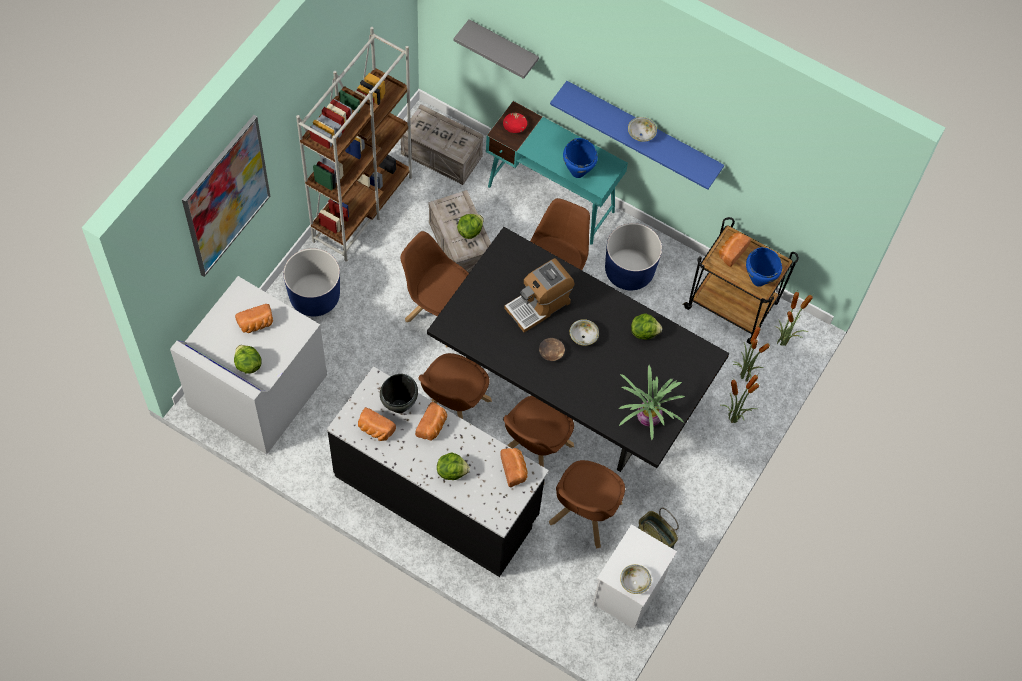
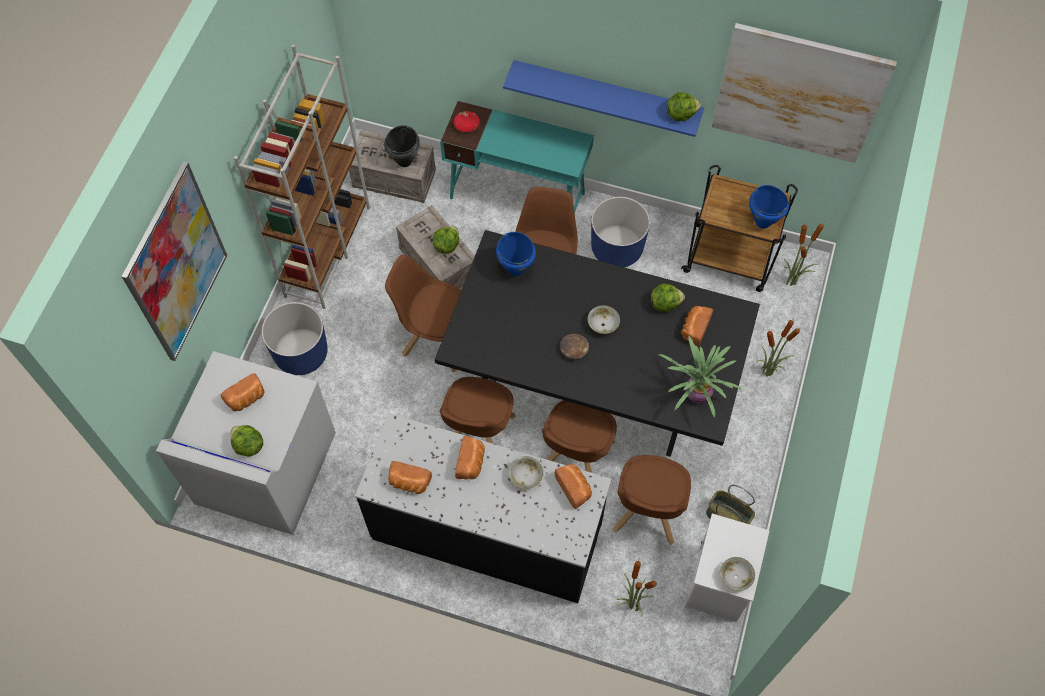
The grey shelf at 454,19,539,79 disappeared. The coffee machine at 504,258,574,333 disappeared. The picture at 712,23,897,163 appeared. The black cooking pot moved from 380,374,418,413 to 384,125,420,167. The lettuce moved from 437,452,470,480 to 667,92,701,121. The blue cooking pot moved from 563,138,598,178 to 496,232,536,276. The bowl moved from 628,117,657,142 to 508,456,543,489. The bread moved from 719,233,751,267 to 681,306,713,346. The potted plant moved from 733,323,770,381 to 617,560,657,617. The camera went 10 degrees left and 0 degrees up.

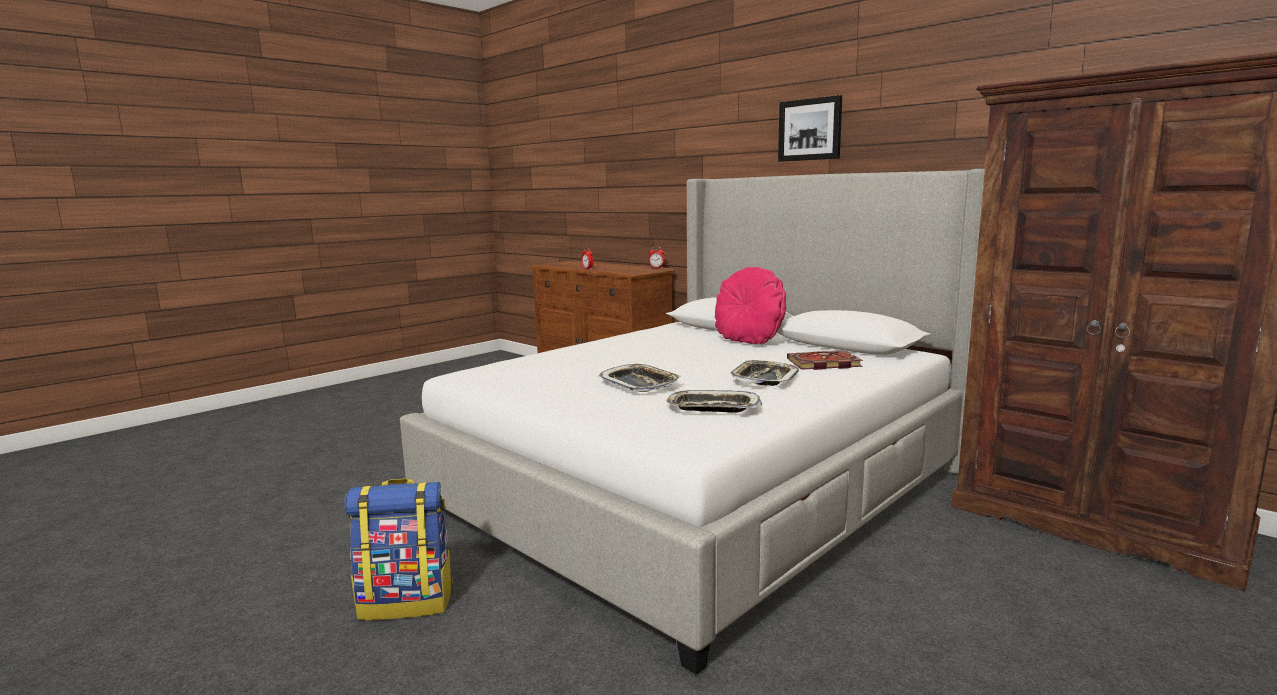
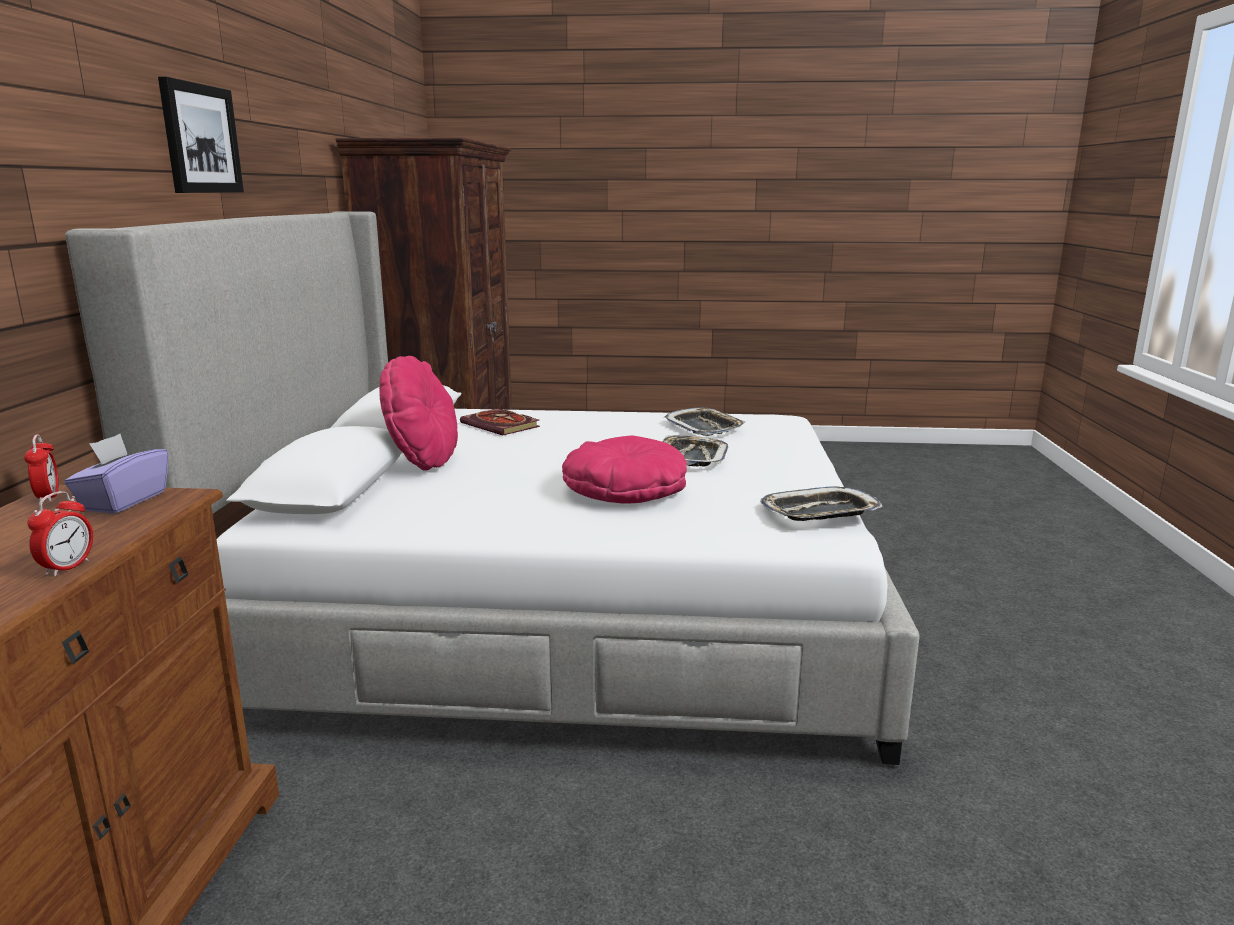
The backpack at 344,478,453,620 disappeared. The purple tissue box at 64,434,168,513 appeared. The pink pillow at 562,436,687,504 appeared. The tray moved from 731,360,799,386 to 760,486,882,521. The camera went 130 degrees left and 5 degrees up.

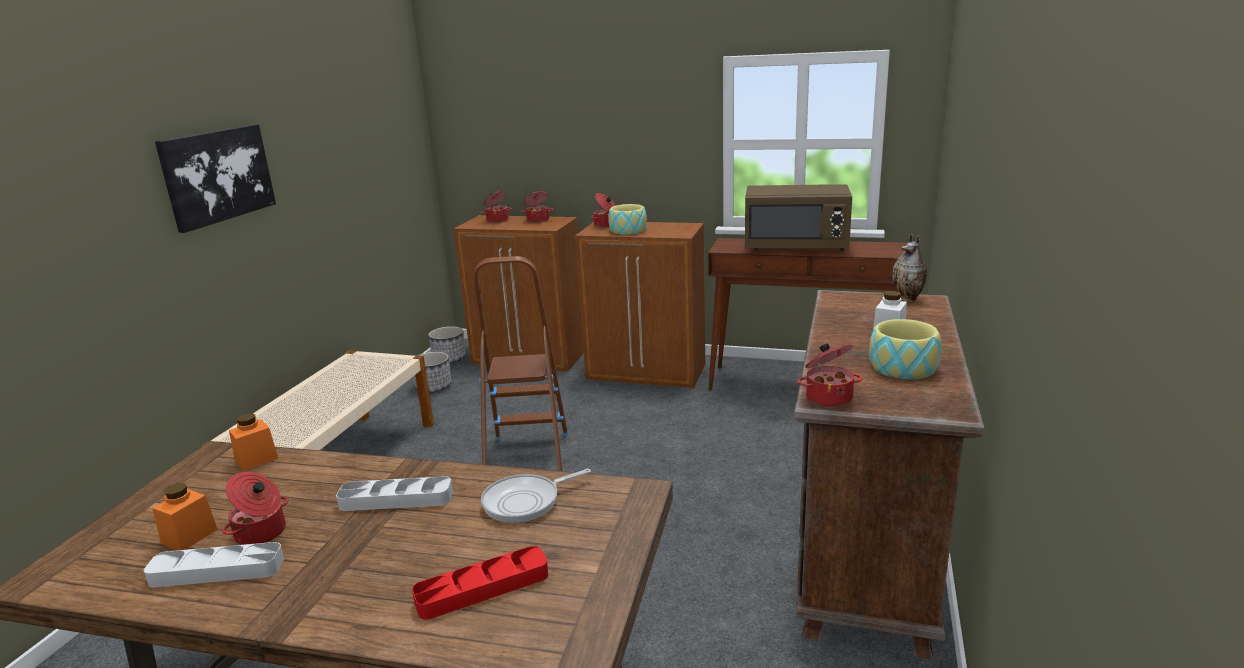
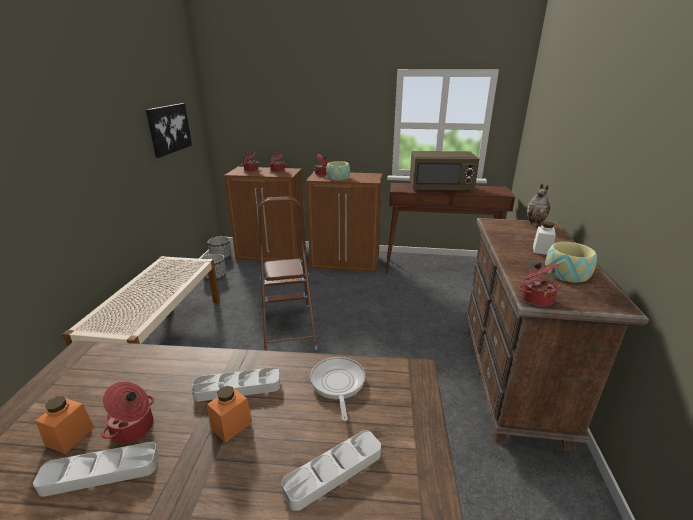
The picture moved from 155,124,276,233 to 146,103,192,158. The orange jar moved from 229,413,278,471 to 207,386,252,443. The red tray at 412,546,548,620 became the grey tray at 282,430,381,511. The frying pan at 481,469,591,523 turned 120 degrees clockwise. The camera went 10 degrees left and 5 degrees up.

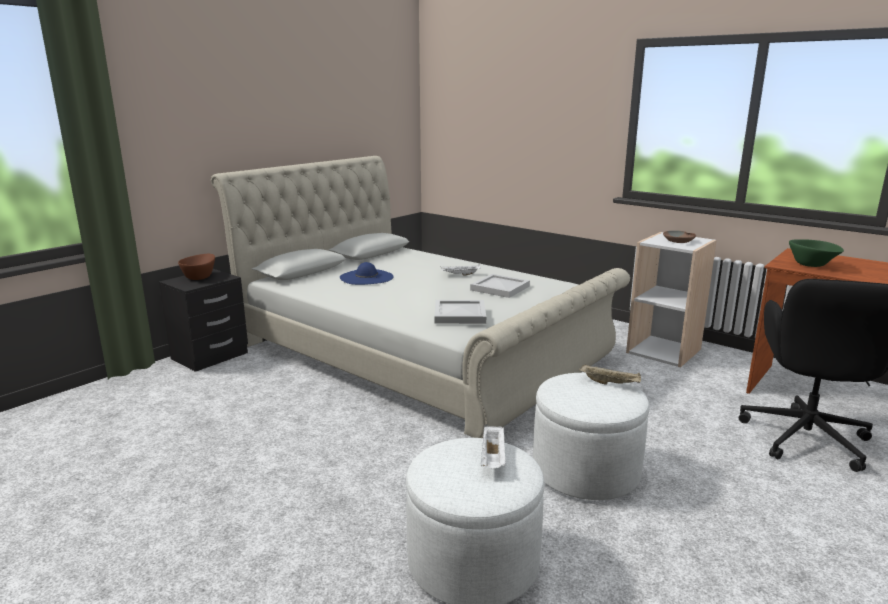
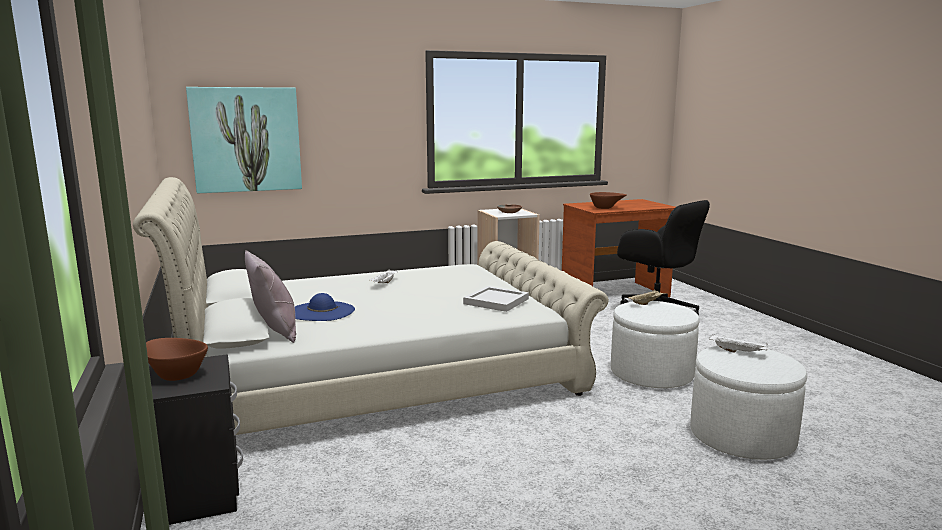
The white tray at 470,274,530,298 disappeared. The picture at 186,87,302,193 appeared. The purple pillow at 245,250,296,343 appeared. The green bowl at 789,239,844,267 became the brown bowl at 590,192,626,209. The camera went 60 degrees left and 5 degrees down.

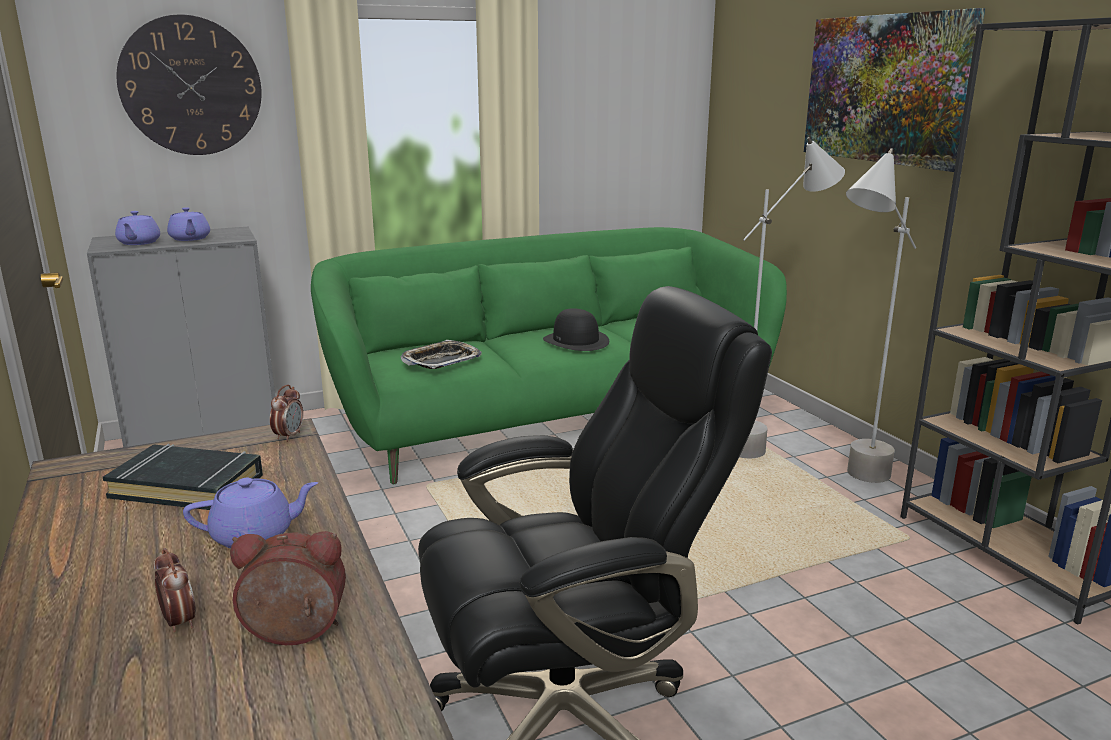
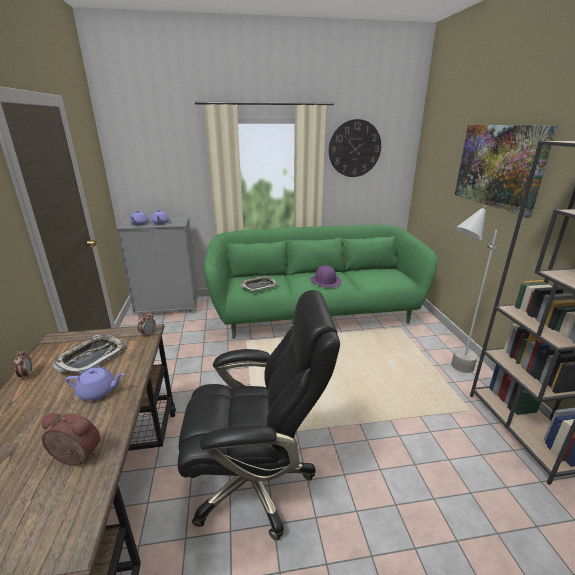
The grey floor lamp at 739,137,845,458 disappeared. The wall clock moved from 116,15,262,155 to 329,119,381,177. The alarm clock moved from 154,548,196,632 to 13,350,32,379. The black book at 103,444,263,510 was replaced by the tray at 53,335,125,373. The black hat at 543,308,609,351 became the purple hat at 310,265,341,288. The camera went 15 degrees right and 5 degrees up.

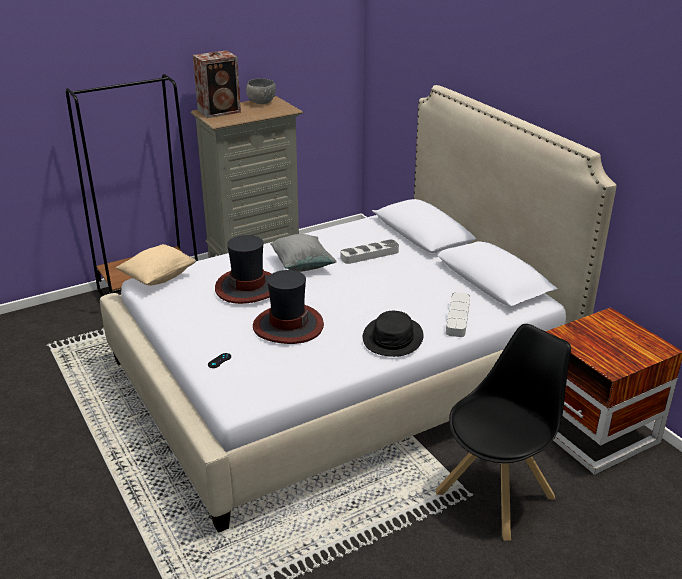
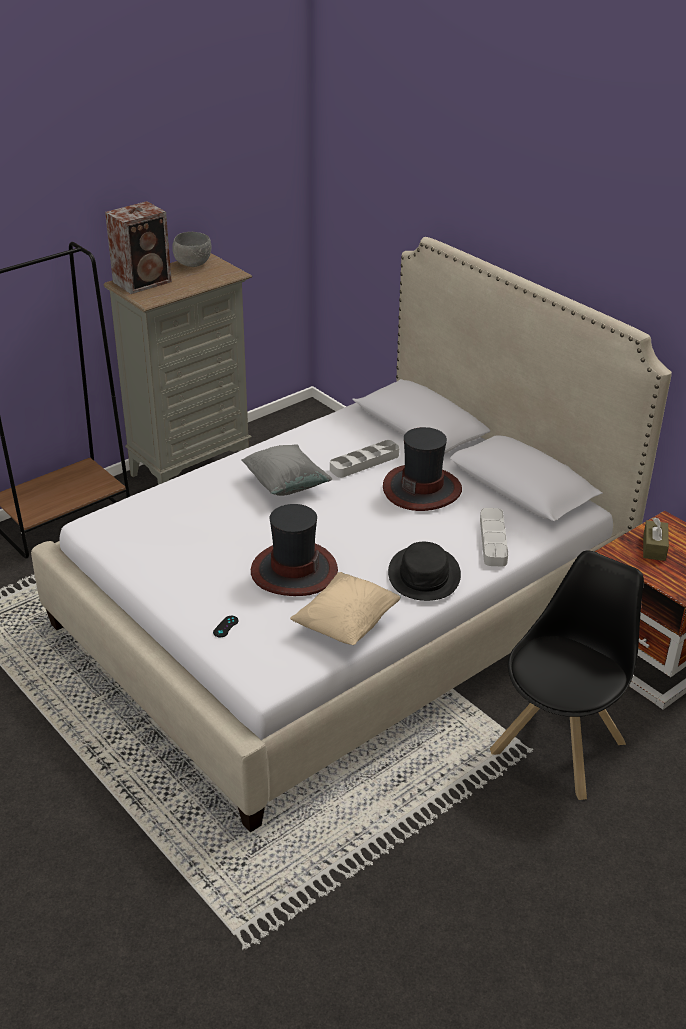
The brown tissue box at 643,518,669,561 appeared. The beige pillow moved from 116,244,196,285 to 290,572,401,645. The hat moved from 215,235,272,304 to 383,427,462,511. The camera went 10 degrees left and 5 degrees up.

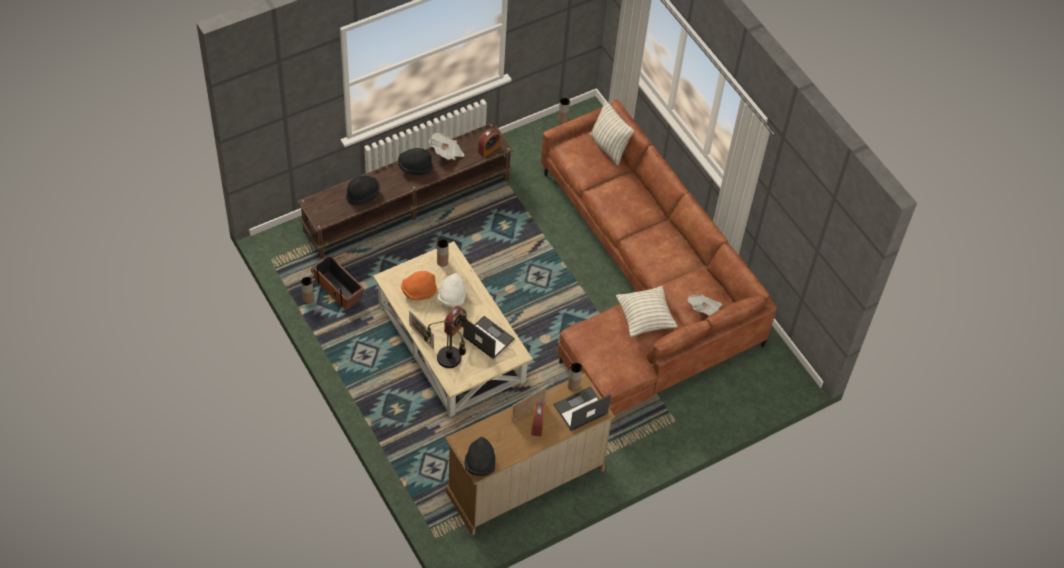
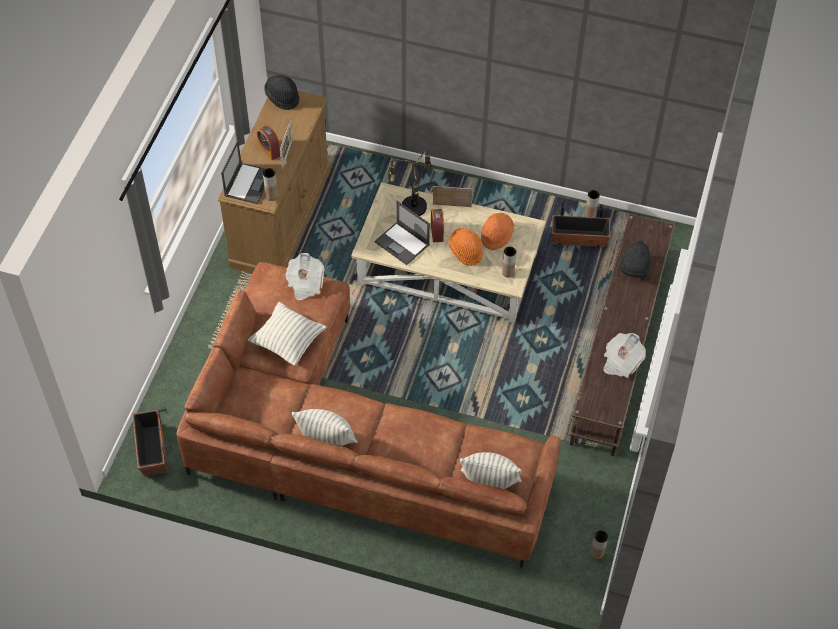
The black hat at 398,148,433,176 disappeared. The alarm clock at 478,128,500,157 disappeared. The planter at 132,409,171,477 appeared. The pillow at 292,409,358,446 appeared. The newspaper moved from 688,294,722,316 to 285,253,325,300. The white hat at 437,273,466,307 became the orange hat at 448,228,483,266. The laptop at 463,316,515,359 turned 45 degrees clockwise. The camera went 140 degrees right and 0 degrees up.

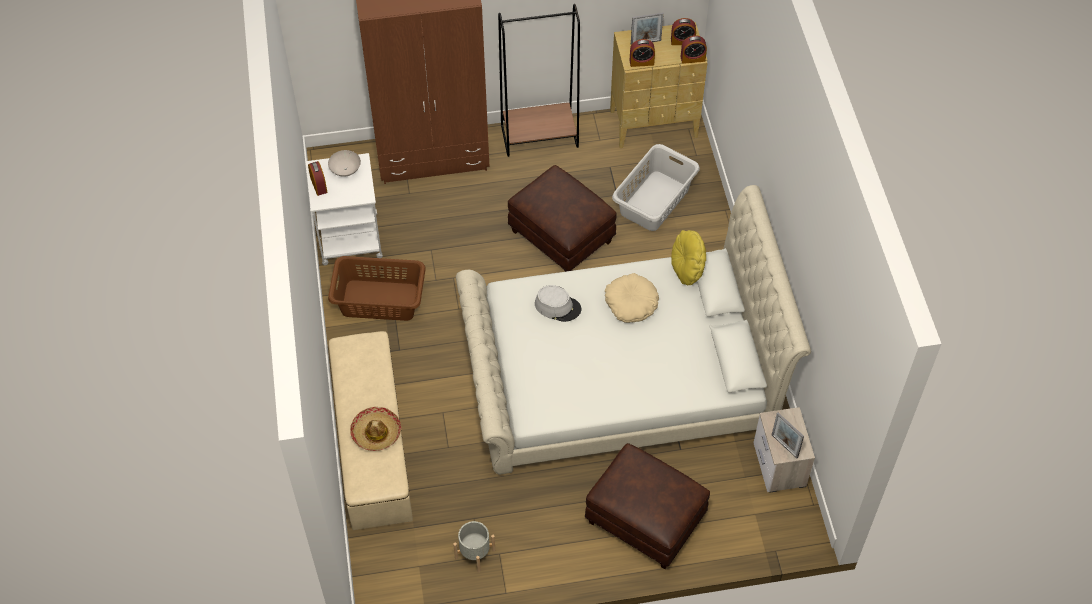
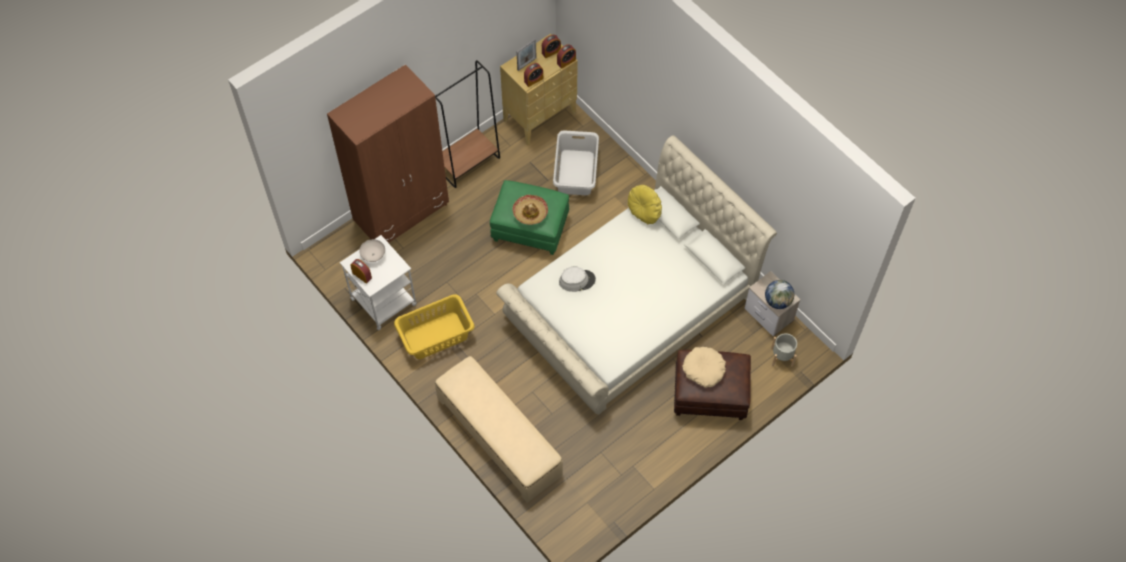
The hat moved from 350,407,401,451 to 512,195,548,225. The grey planter moved from 453,521,495,573 to 771,333,797,367. The beige pillow moved from 605,273,659,323 to 682,347,726,388. The picture frame at 772,413,804,458 was replaced by the globe at 765,280,794,309. The brown laundry basket at 328,256,426,321 became the yellow laundry basket at 394,294,475,359. The brown ottoman at 508,165,616,272 became the green ottoman at 490,180,569,255. The camera went 30 degrees left and 5 degrees up.

